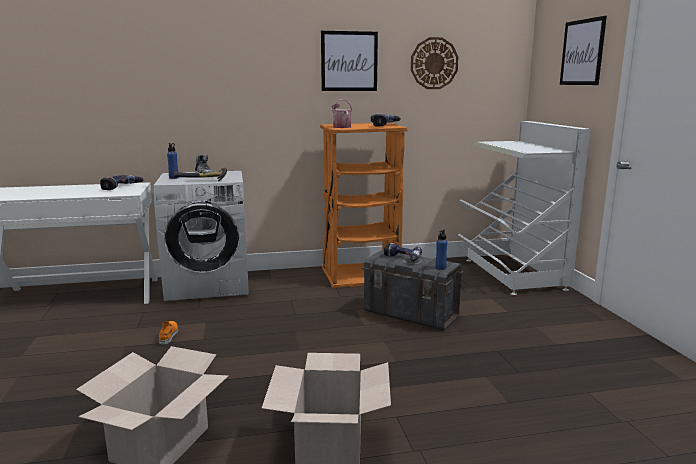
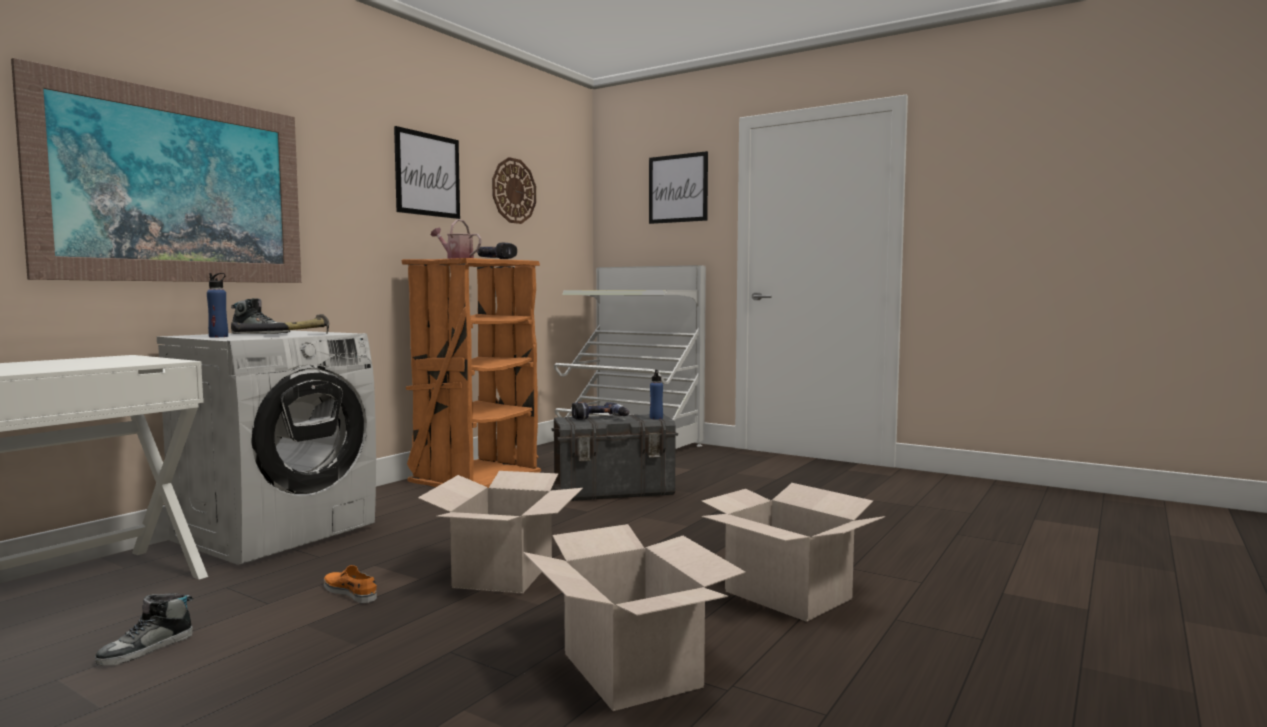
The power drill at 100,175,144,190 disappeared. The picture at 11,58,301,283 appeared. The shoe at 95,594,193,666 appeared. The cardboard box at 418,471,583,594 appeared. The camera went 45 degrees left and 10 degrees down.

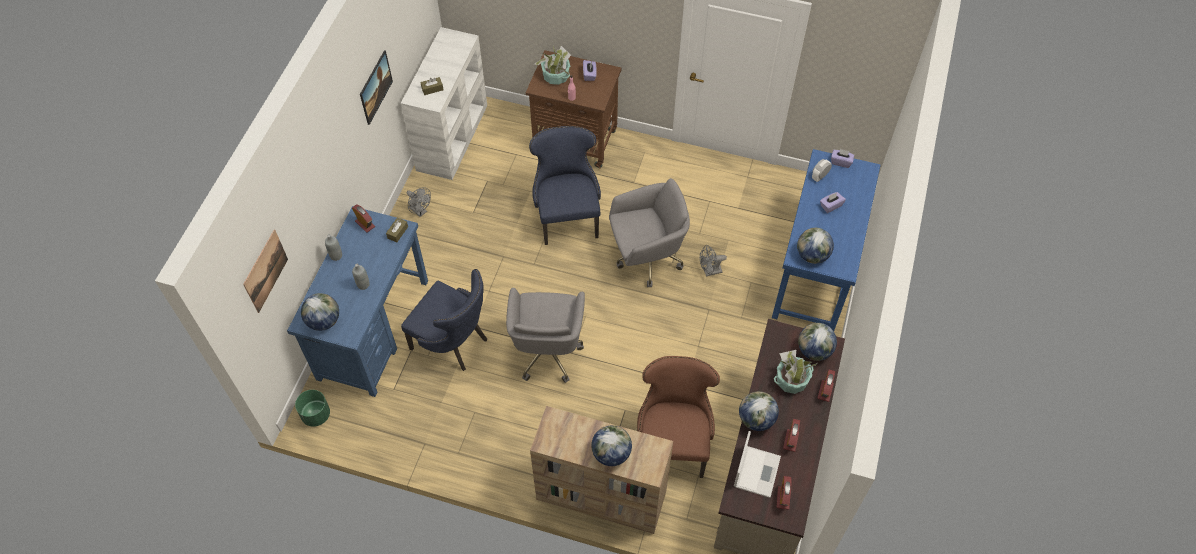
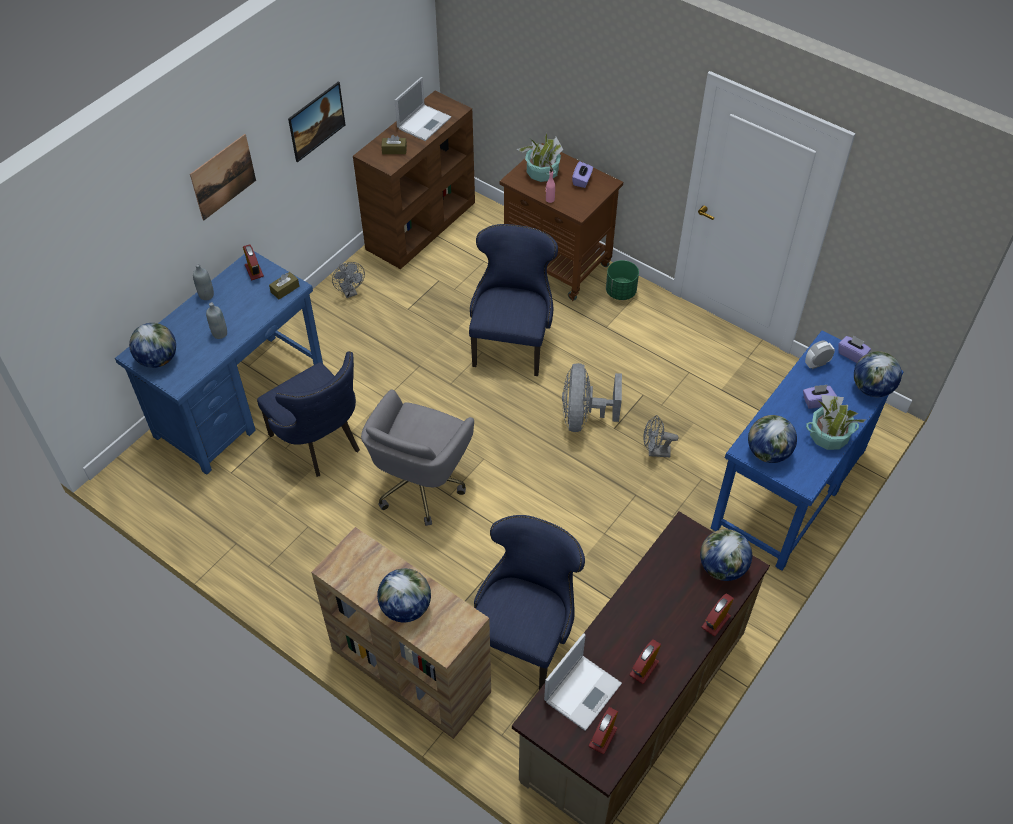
The laptop at 394,77,451,141 appeared. The picture moved from 243,229,288,313 to 190,134,256,221. The green planter moved from 295,390,330,427 to 606,260,639,300. The globe moved from 739,391,779,431 to 854,351,902,397. The potted plant moved from 774,350,818,394 to 806,395,866,450. The grey office chair at 609,178,690,287 was replaced by the grey fan at 562,363,622,432. The white bookcase at 401,27,487,180 became the brown bookcase at 353,91,475,269. The brown chair at 637,356,720,478 became the blue chair at 474,515,585,690. The camera went 20 degrees right and 5 degrees down.

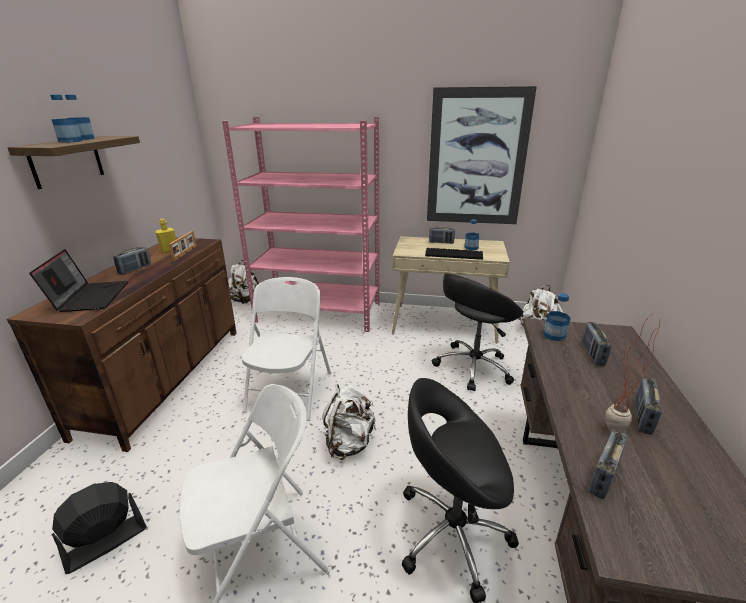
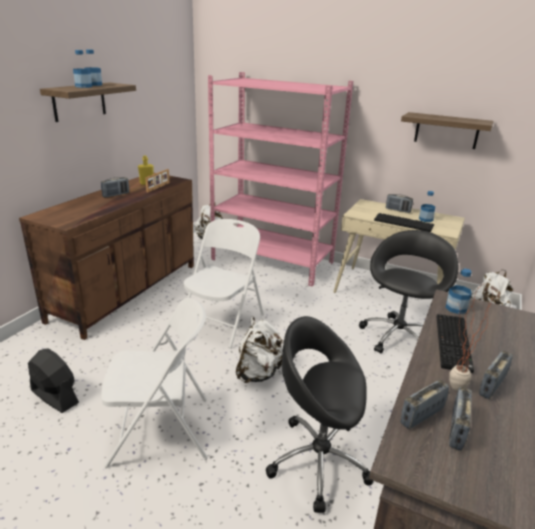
The laptop at 29,249,128,312 disappeared. The keyboard at 437,314,474,373 appeared. The radio moved from 582,322,612,366 to 449,387,472,450. The picture at 427,86,537,224 was replaced by the shelf at 401,112,494,149. The black fan at 52,482,147,574 turned 60 degrees clockwise. The black office chair at 432,273,523,391 turned 150 degrees clockwise. The camera went 15 degrees right and 0 degrees up.

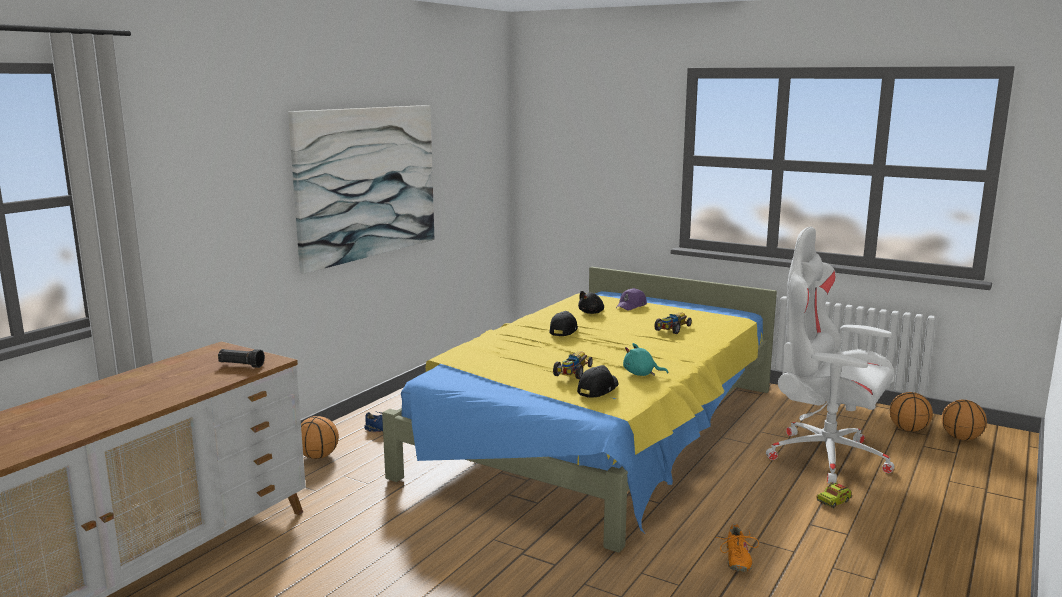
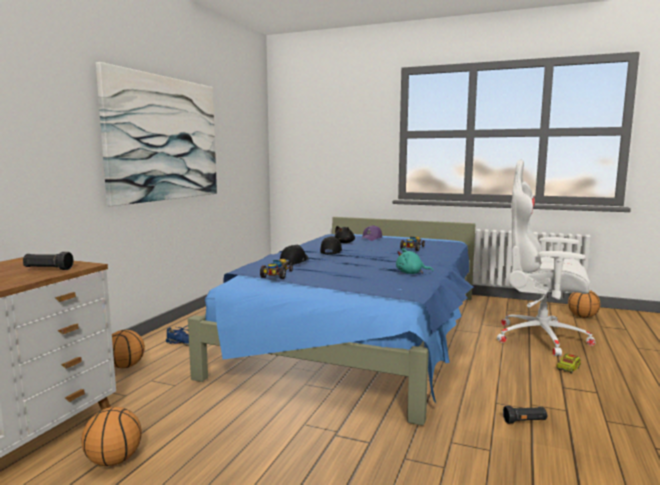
The toy car moved from 553,351,593,379 to 260,259,293,279. The black cap moved from 577,365,618,398 to 280,245,309,265. The basketball moved from 942,400,987,440 to 81,407,142,466. The orange shoe at 716,524,759,572 was replaced by the black flashlight at 503,406,548,424. The yellow bed at 382,267,777,553 became the blue bed at 188,217,475,426. The camera went 10 degrees left and 5 degrees down.

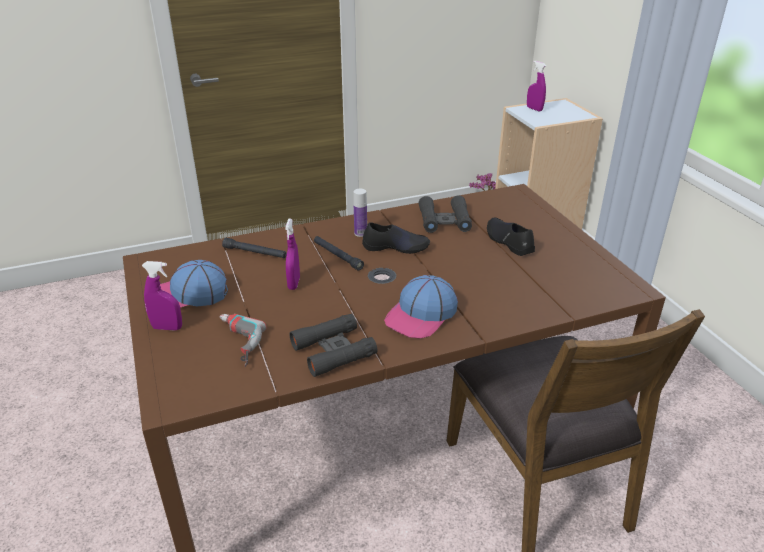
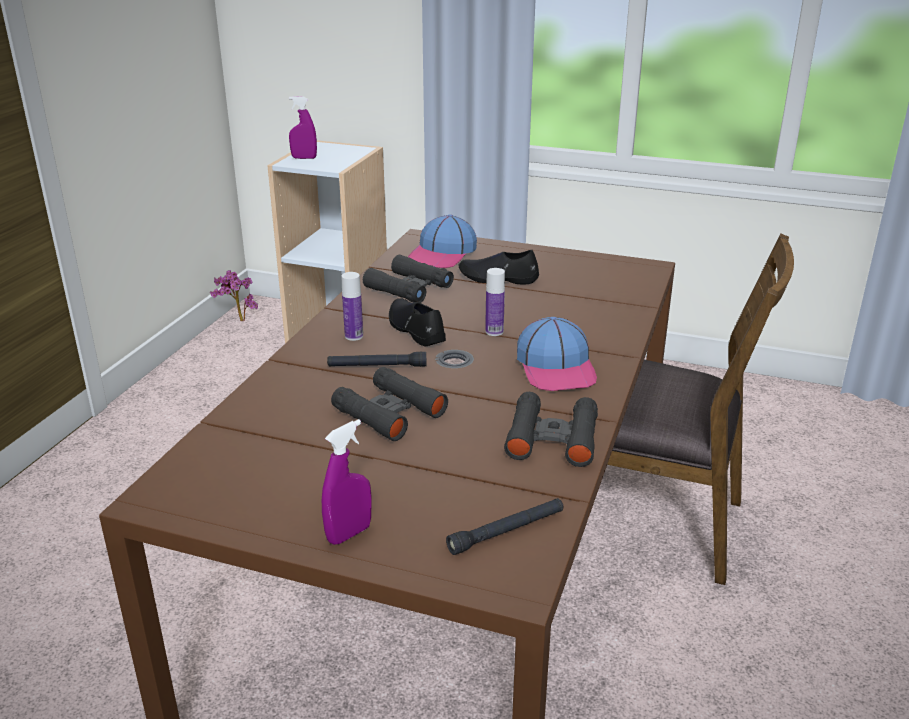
The power drill at 220,314,267,367 disappeared. The bottle at 485,268,505,336 appeared. The cap moved from 160,260,228,308 to 408,215,477,268. The black flashlight moved from 222,238,287,258 to 446,498,563,555. The purple spray bottle at 285,219,300,290 was replaced by the black binoculars at 331,367,448,441. The black shoe at 362,222,430,254 turned 75 degrees counterclockwise. The camera went 50 degrees left and 5 degrees down.

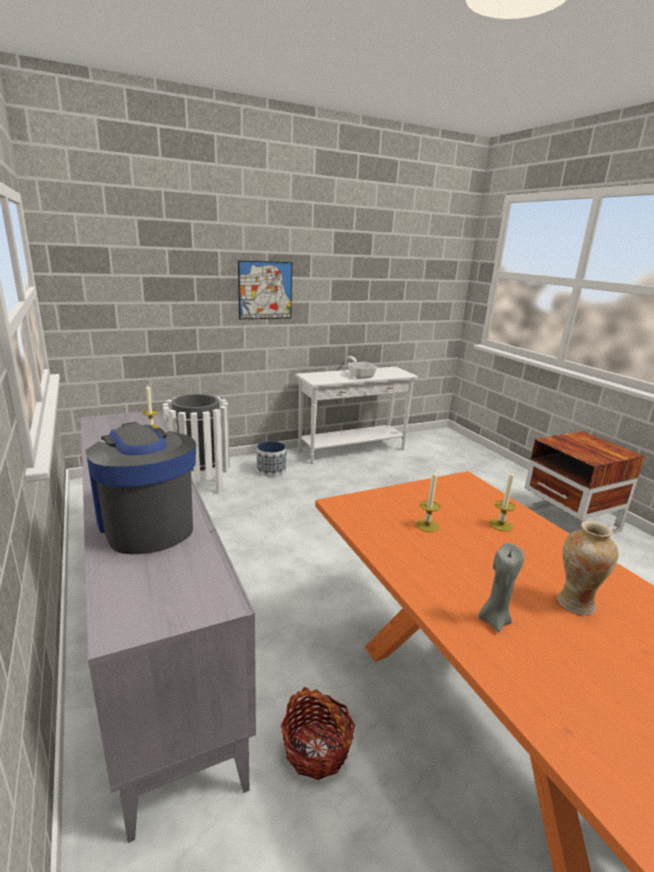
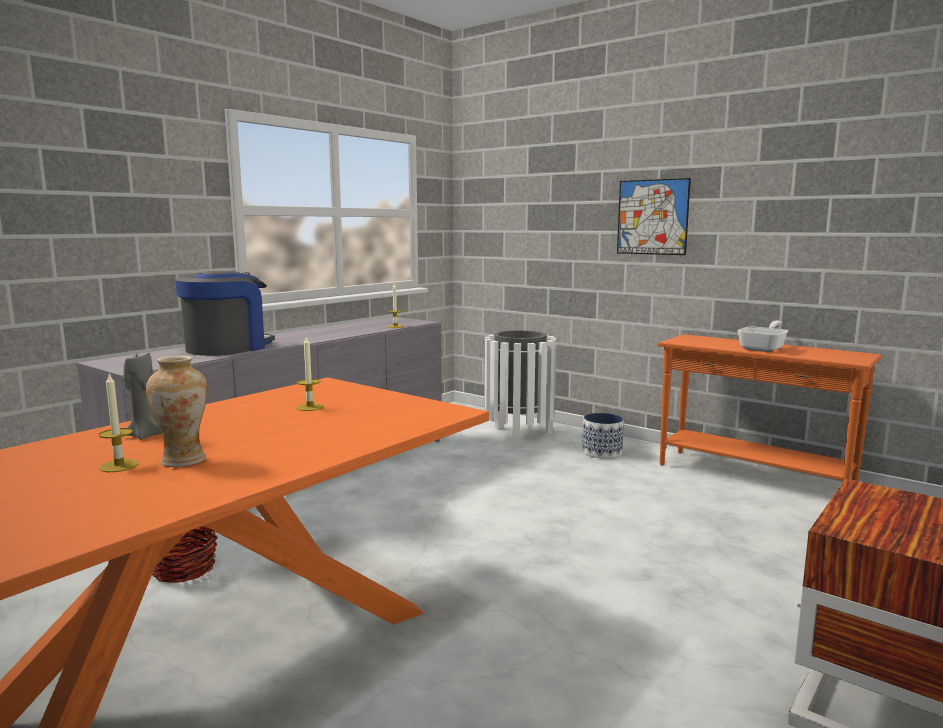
The candle moved from 489,469,515,532 to 99,373,139,472. The white console table at 295,367,418,464 became the orange console table at 658,334,882,483. The camera went 65 degrees right and 10 degrees down.

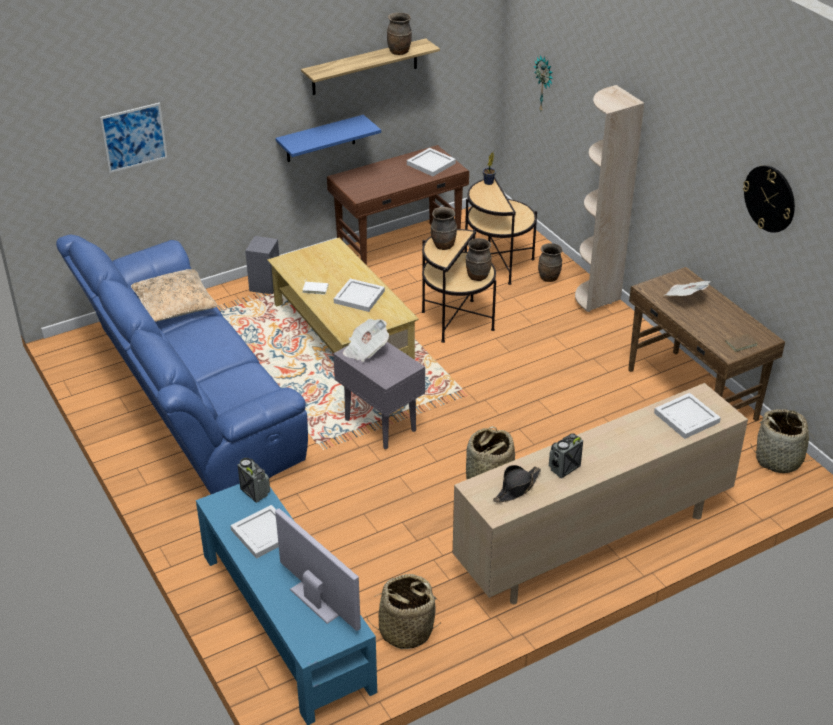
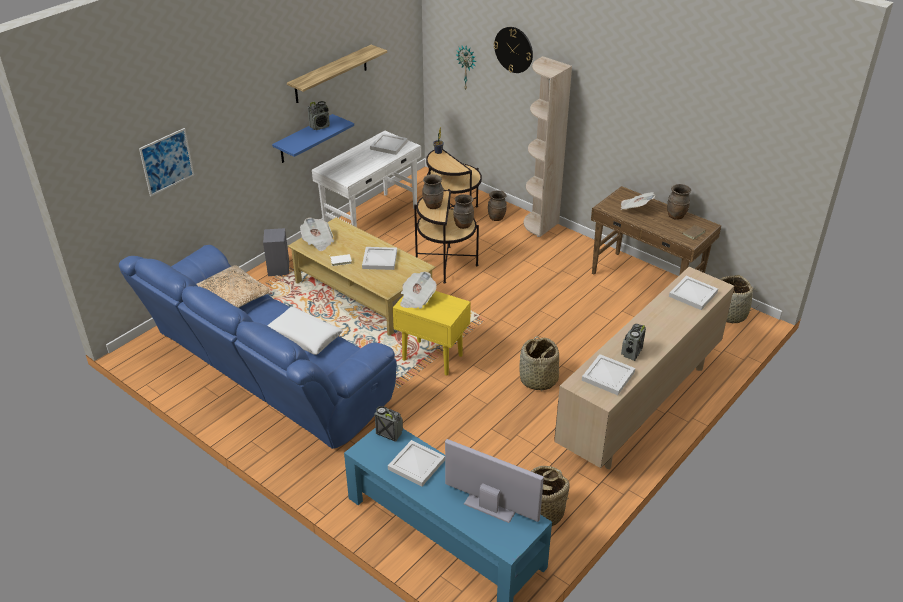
The white pillow at 268,307,343,355 appeared. The newspaper at 300,217,334,251 appeared. The radio at 307,101,330,130 appeared. The brown vase moved from 387,13,412,55 to 667,184,691,220. The wall clock moved from 743,165,795,233 to 494,27,533,73. The black hat at 493,465,541,503 was replaced by the white tray at 582,354,635,395. The brown console table at 327,145,469,265 became the white console table at 312,131,421,227. The grey side table at 333,342,425,449 became the yellow side table at 393,291,471,375. The camera went 20 degrees left and 0 degrees up.

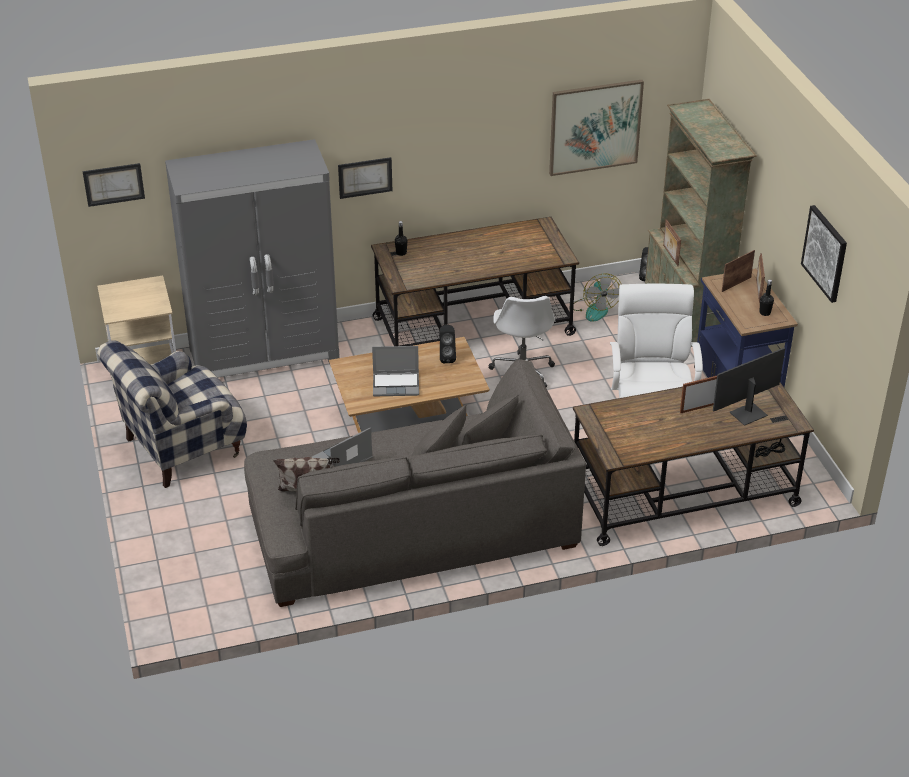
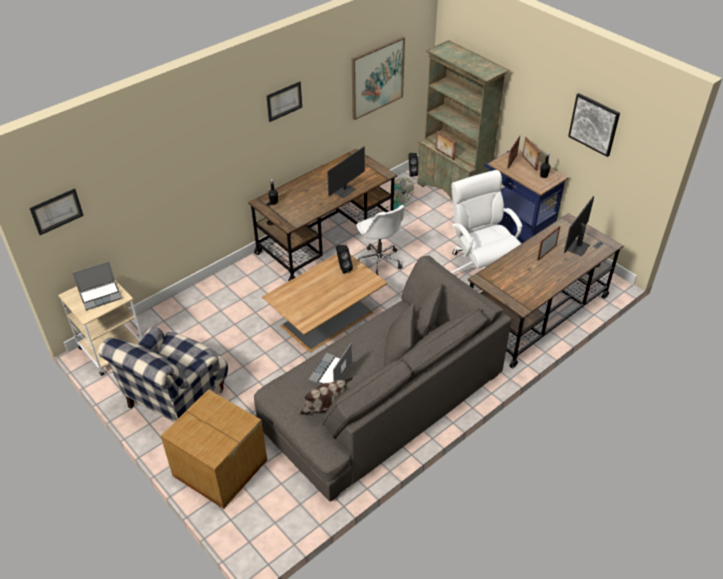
The grey cabinet at 165,139,340,378 disappeared. The cardboard box at 161,389,267,509 appeared. The monitor at 327,146,365,198 appeared. The picture moved from 338,157,392,199 to 266,82,302,122. The laptop moved from 372,346,419,396 to 73,261,122,310. The camera went 25 degrees left and 5 degrees up.

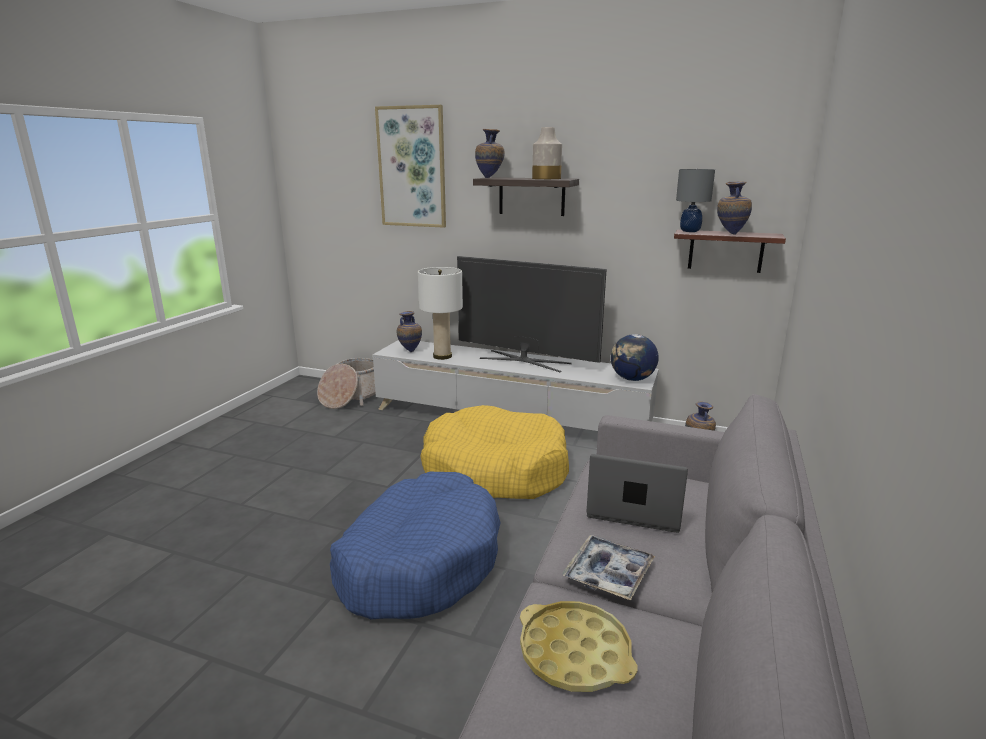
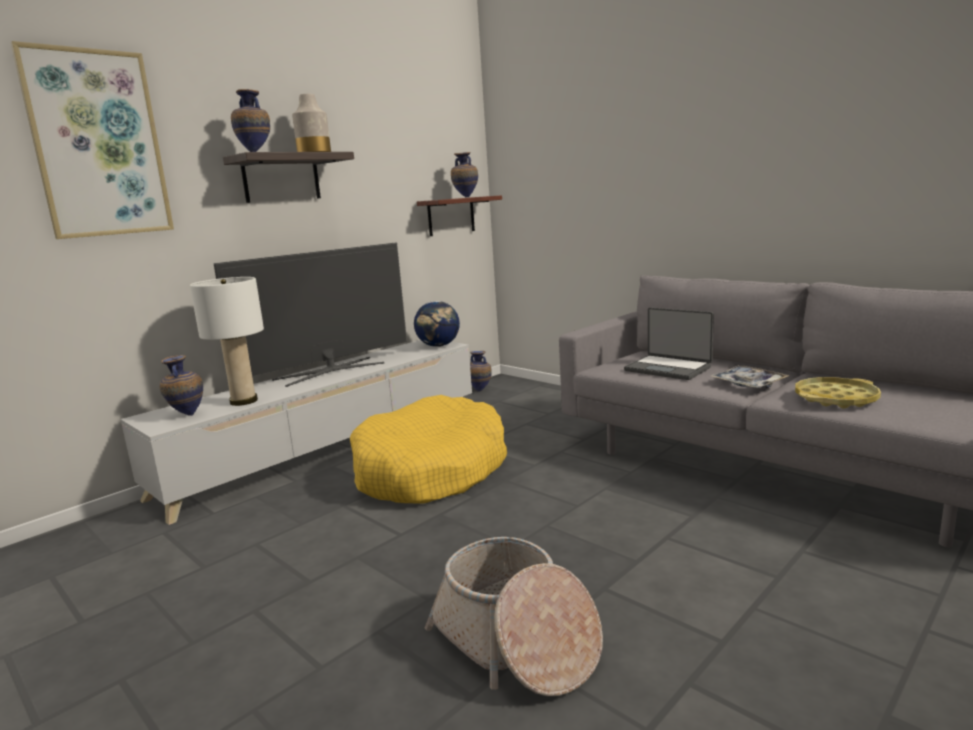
The blue dog bed at 330,472,501,619 disappeared. The grey table lamp at 676,168,715,232 disappeared. The basket moved from 317,358,376,409 to 425,537,603,696. The laptop at 586,454,688,533 turned 90 degrees counterclockwise. The camera went 65 degrees left and 5 degrees down.

